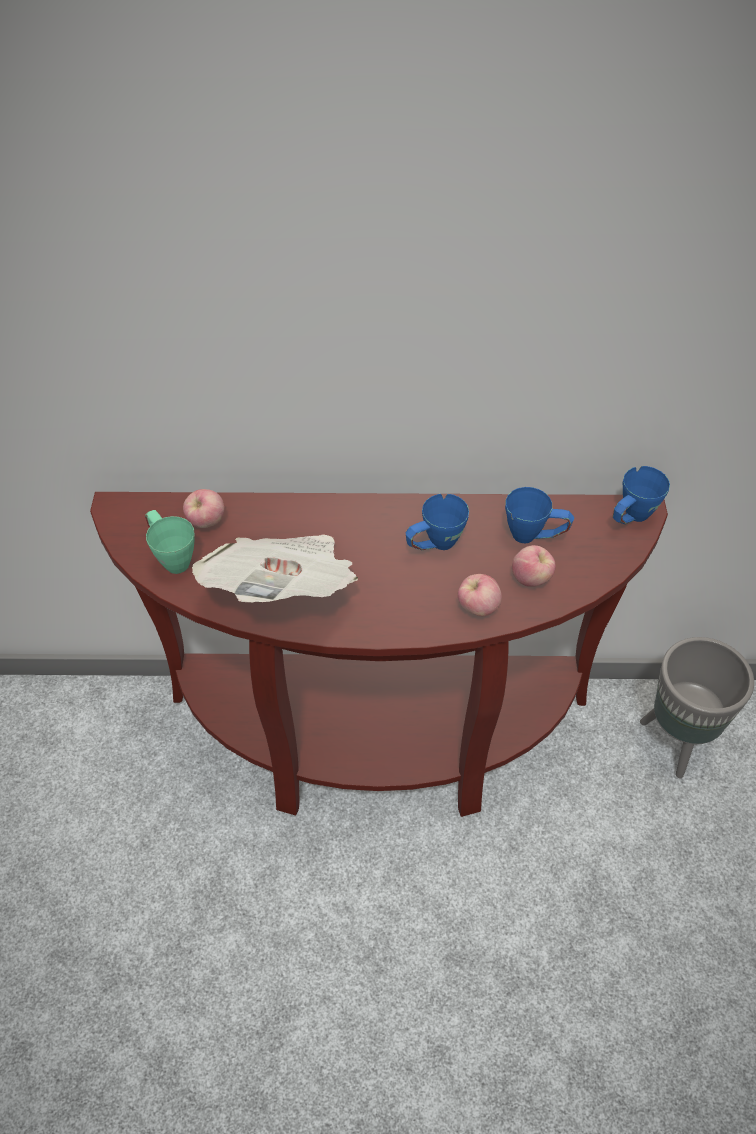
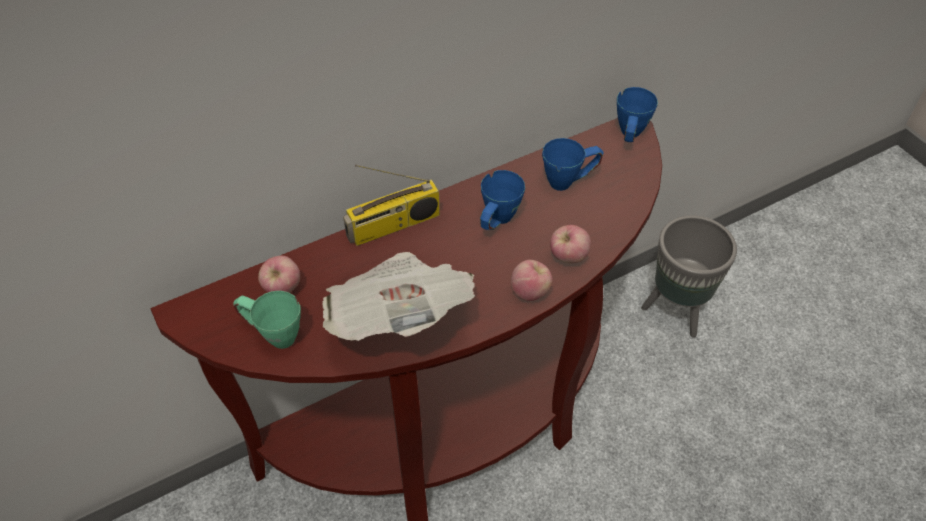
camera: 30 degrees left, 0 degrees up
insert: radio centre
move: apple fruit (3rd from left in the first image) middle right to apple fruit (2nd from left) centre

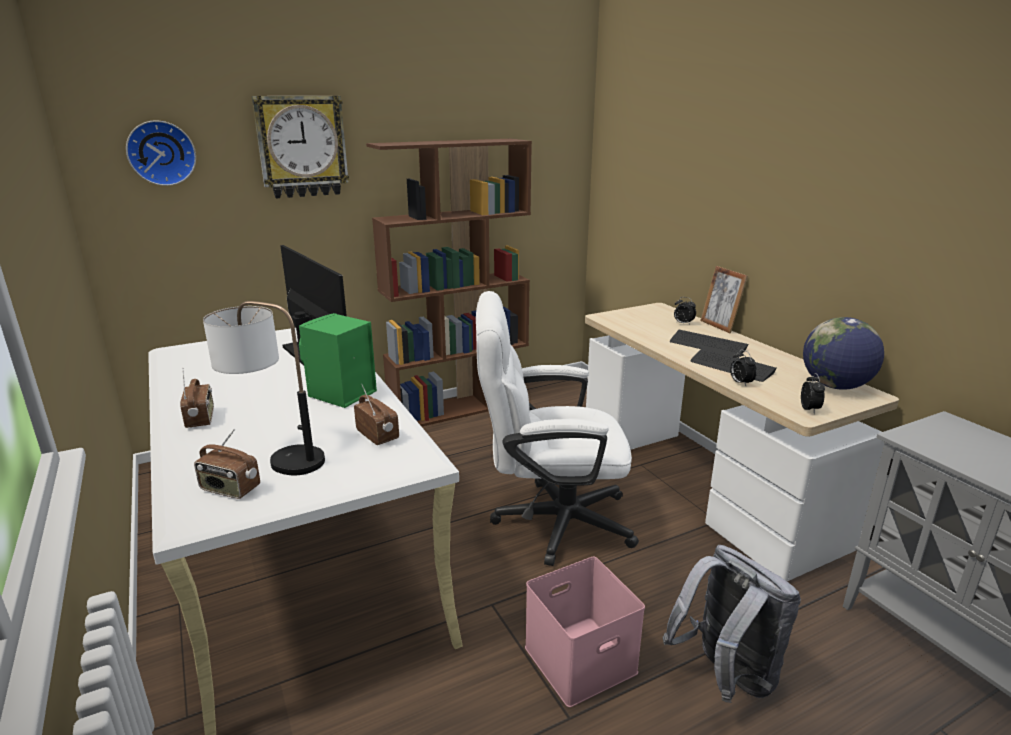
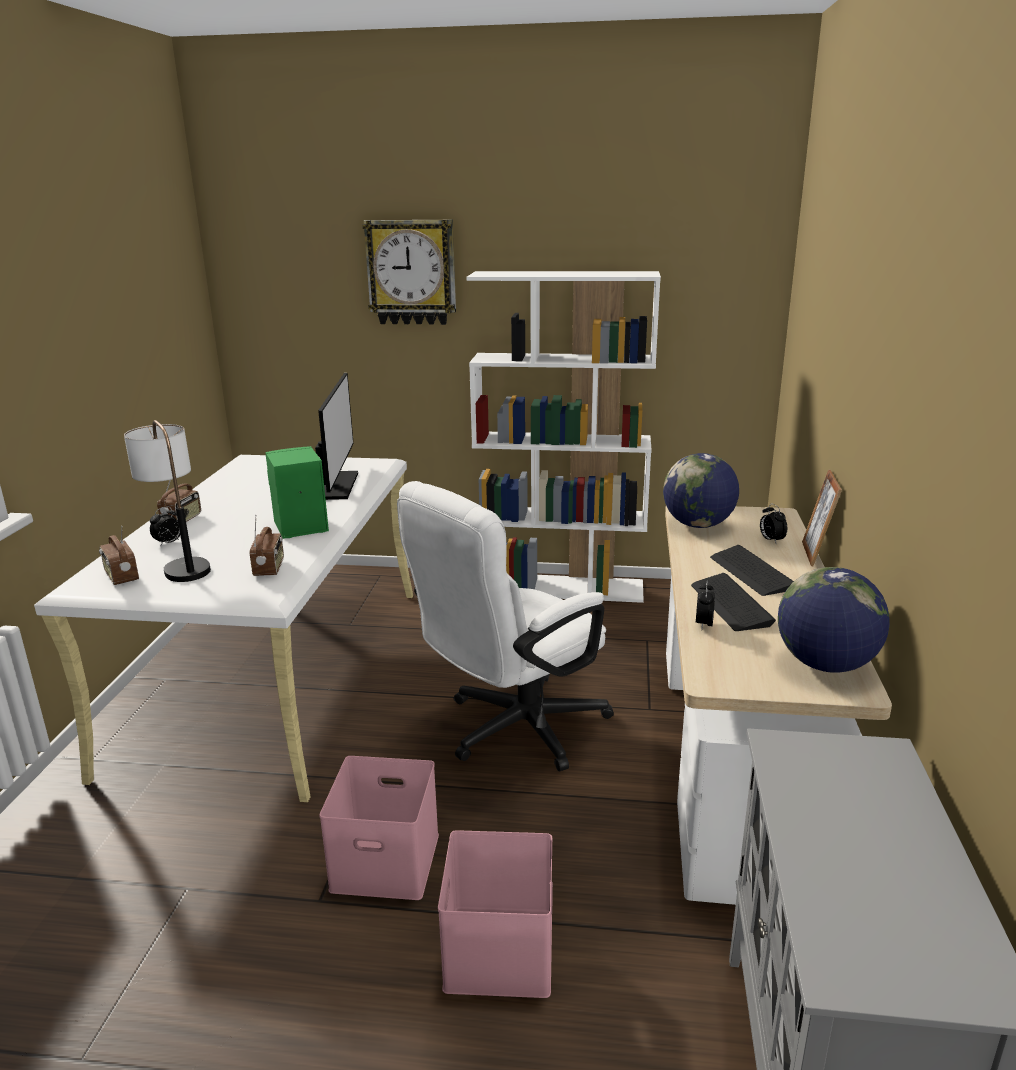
camera: 35 degrees right, 0 degrees up
delete: clock on the wall (1st from left) top left
insert: world globe (1st from left) middle right
move: table clock (3rd from left in the first image) middle right to table clock (1st from left) middle left
replace: gray rucksack bottom right to pink-coloured storage box (2nd from left) bottom centre
recolor: brown-coloured bookshelf centre to whitish bookshelf centre
rotate: whitish office chair centre = centre 75 degrees counterclockwise

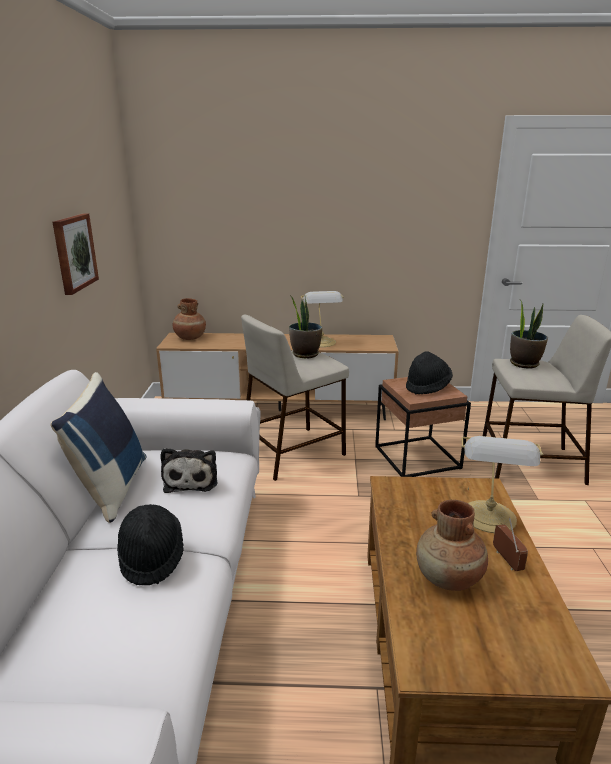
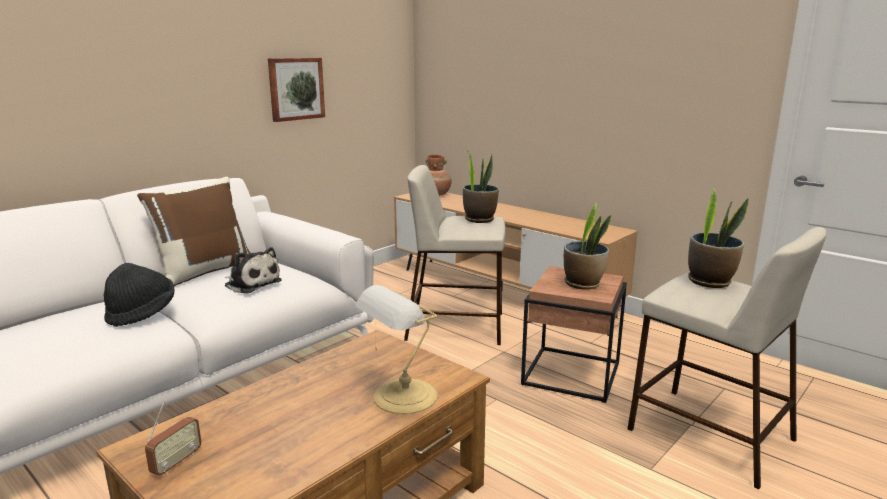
camera: 40 degrees right, 5 degrees down
delete: lamp for a table (1st from left) centre; brown-coloured flower vase (2nd from left) bottom right
move: radio bottom right to bottom left
replace: blackish hat (2nd from left) middle right to plant in a pot (2nd from left) centre
recolor: blue-coloured pillow middle left to brown-coloured pillow middle left
rotate: soft toy middle left = middle left 90 degrees counterclockwise

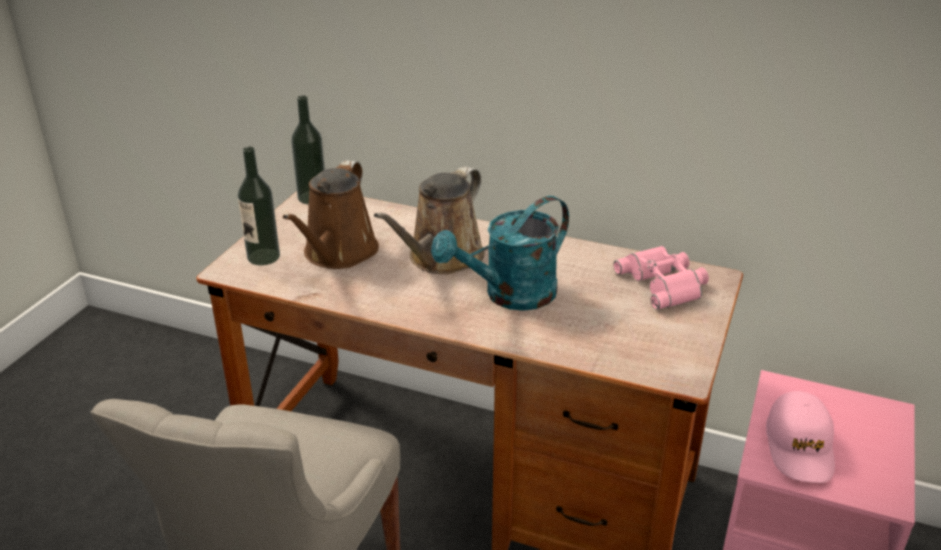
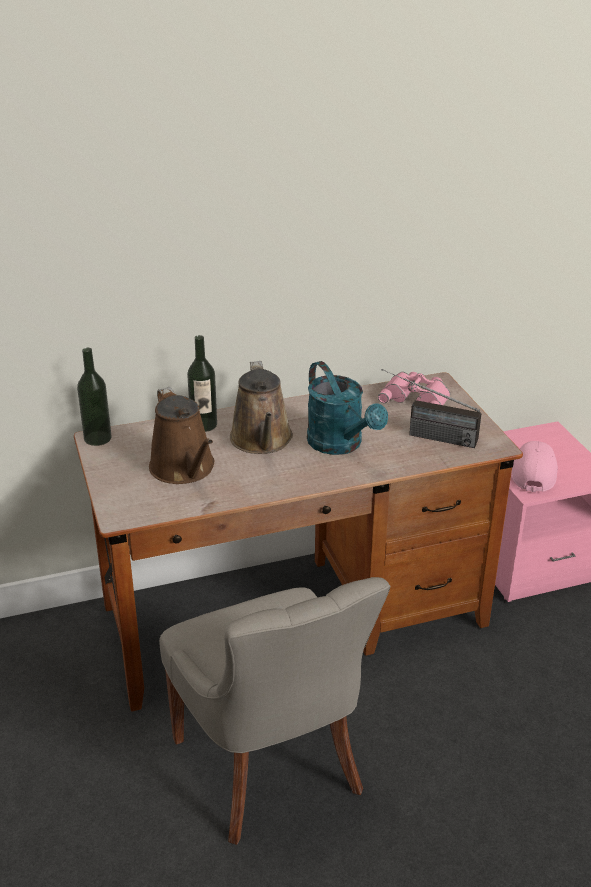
camera: 40 degrees left, 0 degrees up
insert: radio middle right
move: drink bottle (1st from left in the first image) middle left to drink bottle (2nd from left) centre
rotate: turquoise-coloured sprinkling can centre = centre 45 degrees counterclockwise; pink-coloured cap bottom right = middle right 135 degrees counterclockwise

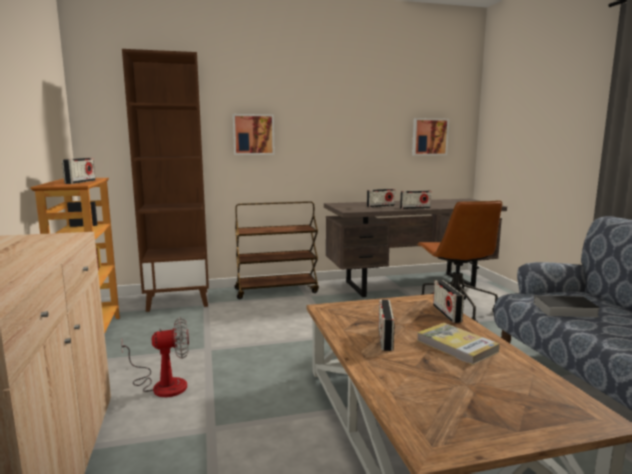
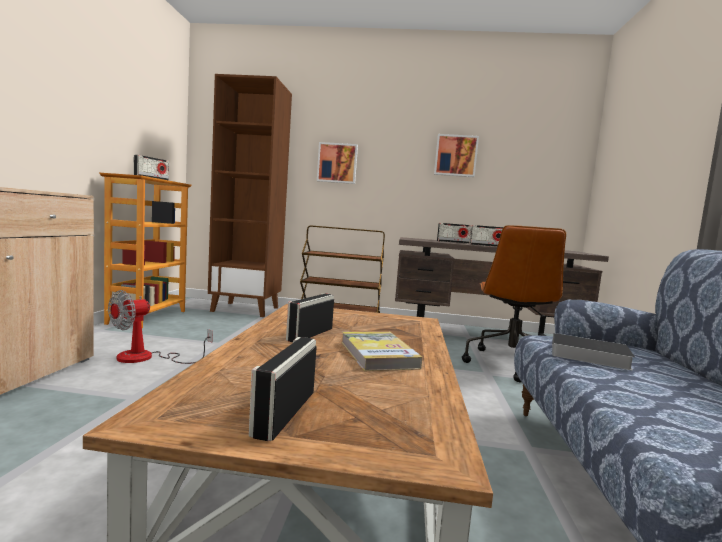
camera: 20 degrees right, 5 degrees down
move: wall picture (2nd from left) top right to top centre; radio (5th from left in the first image) middle right to radio (2nd from left) bottom centre
rotate: cooling fan bottom left = middle left 120 degrees clockwise

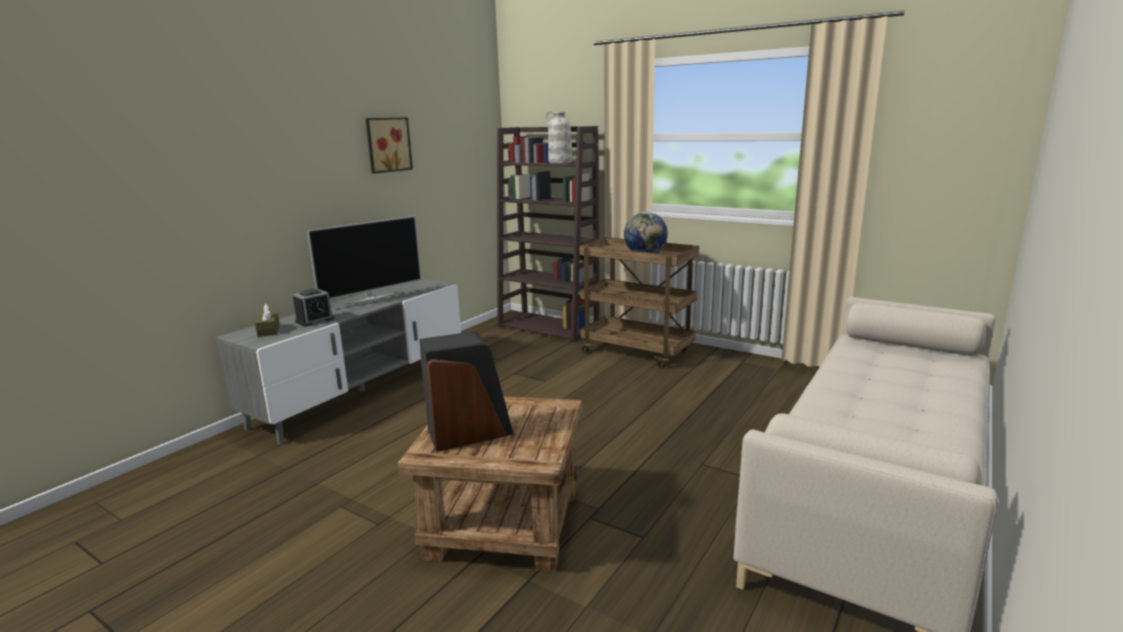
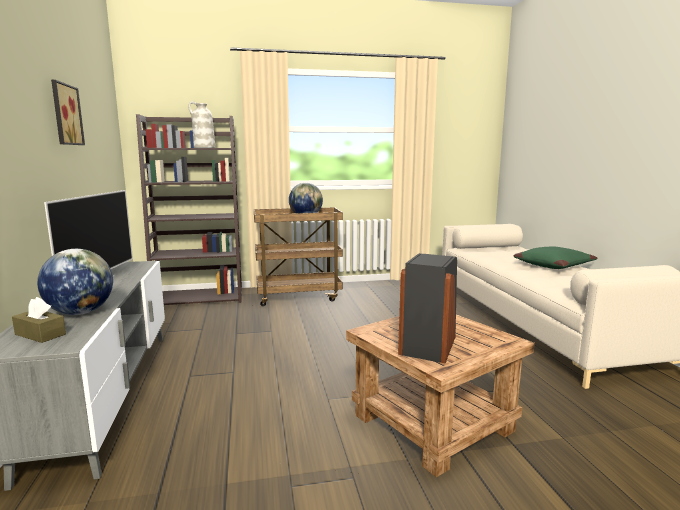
camera: 45 degrees left, 5 degrees down
insert: green pillow middle right
replace: table clock middle left to world globe (1st from left) middle left

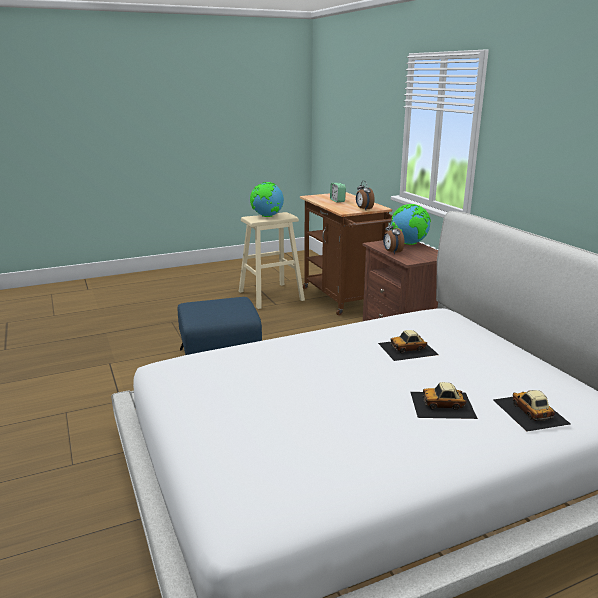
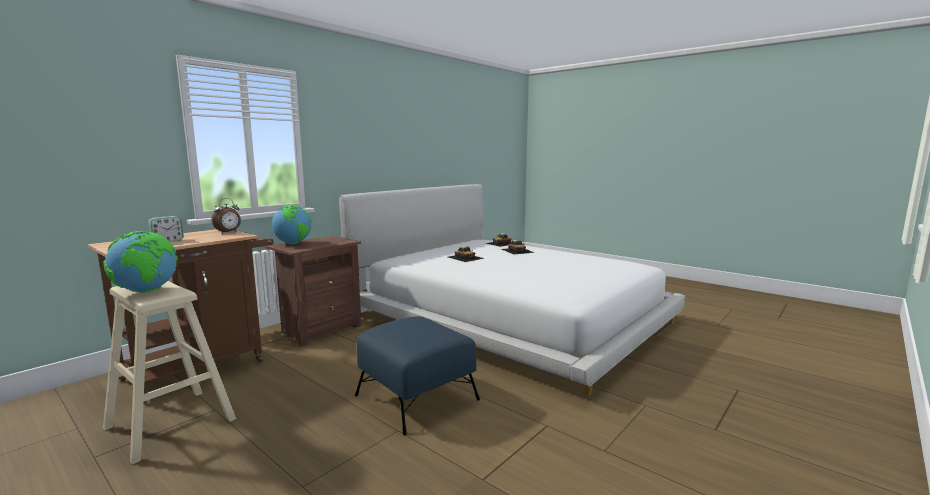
camera: 115 degrees left, 10 degrees down
delete: table clock (3rd from left) centre

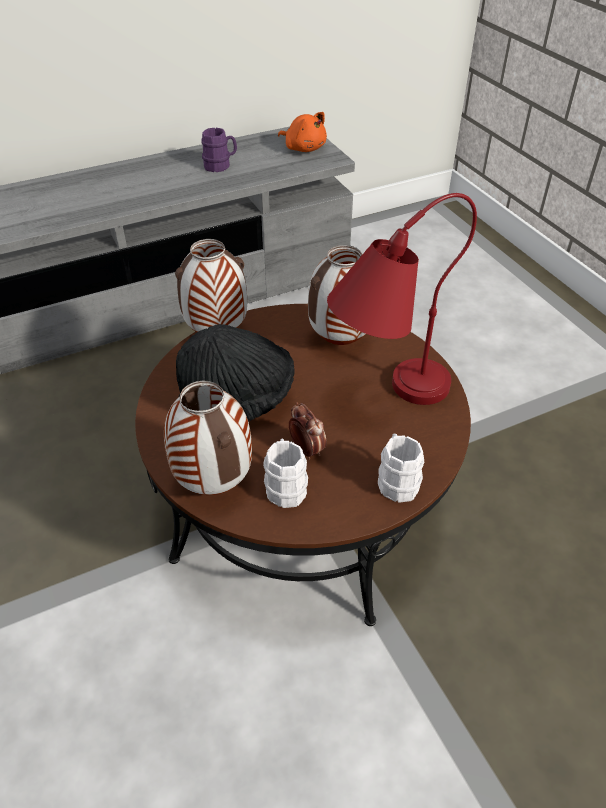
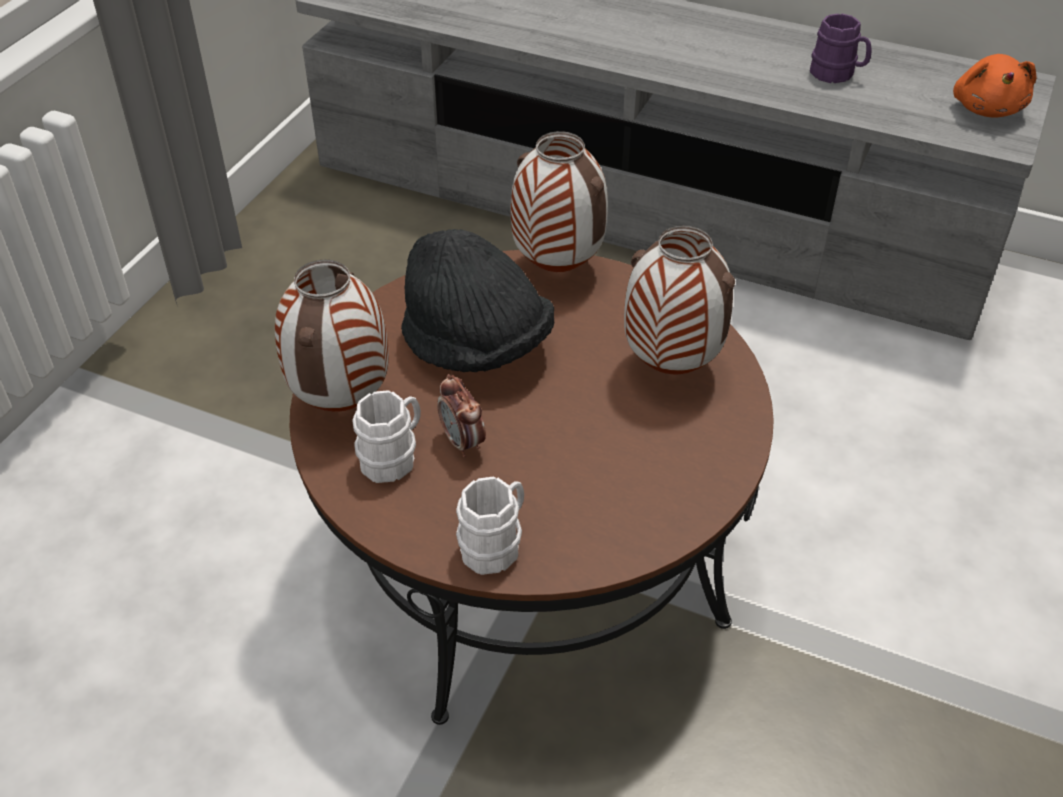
camera: 50 degrees right, 0 degrees up
delete: red lamp for a table centre
rotate: table clock centre = centre 135 degrees clockwise

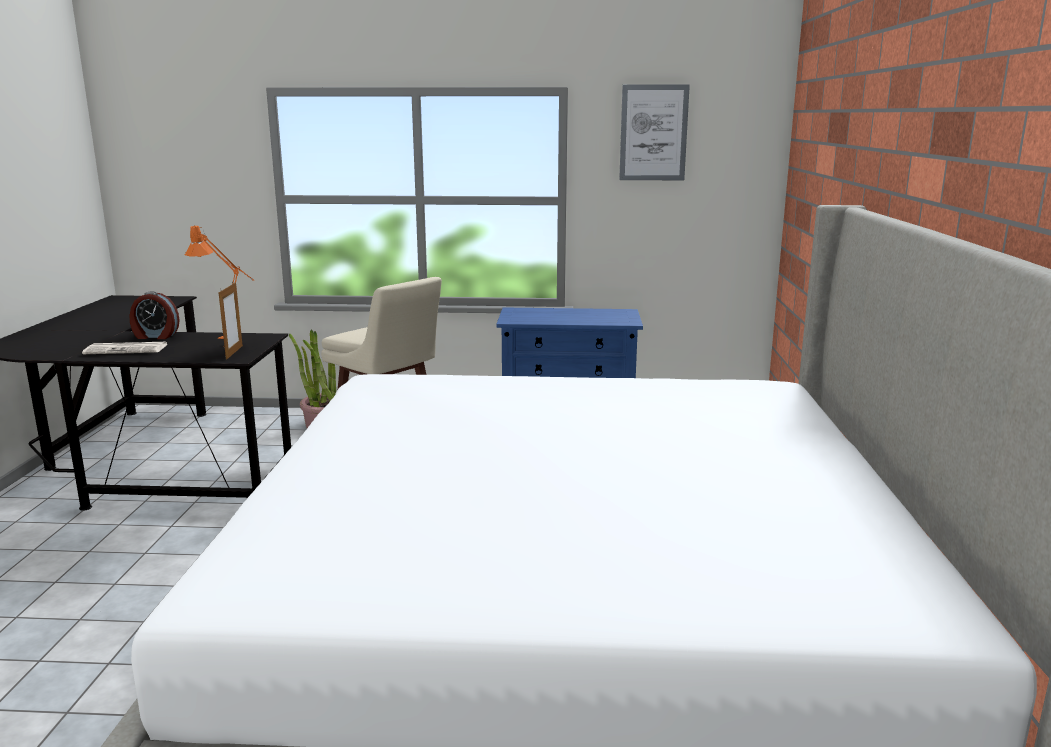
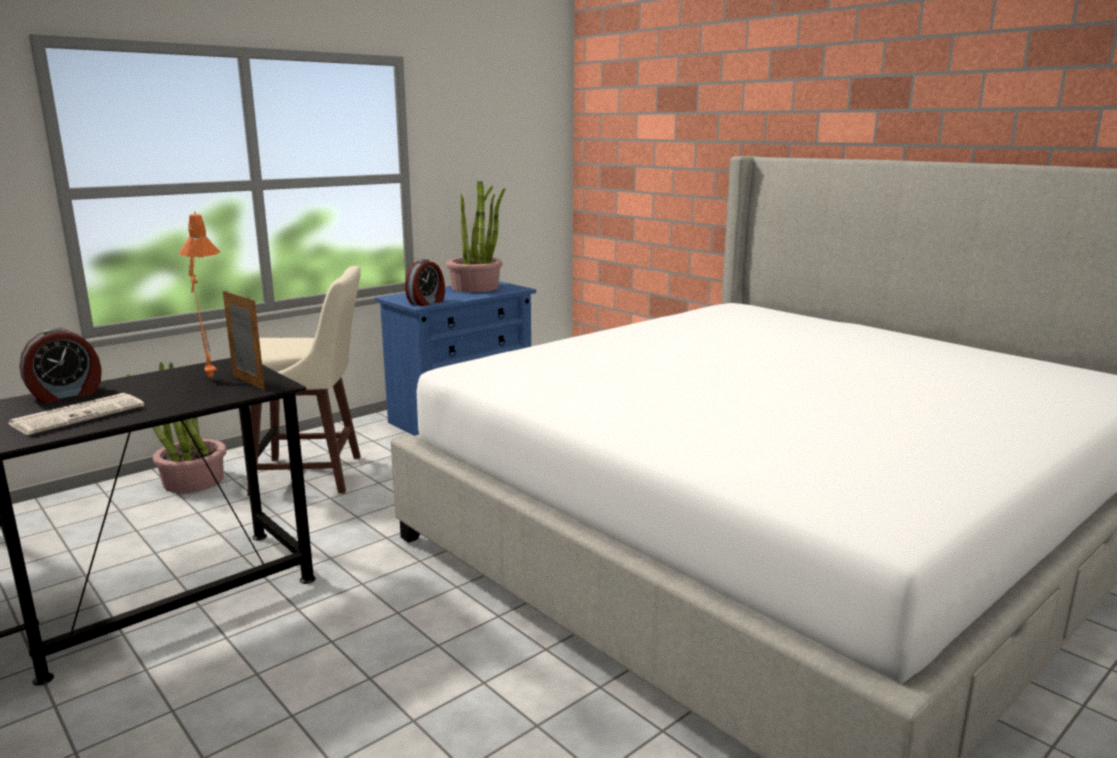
camera: 45 degrees left, 0 degrees up
delete: wall picture top centre
insert: table clock (2nd from left) centre; plant in a pot (2nd from left) top centre

